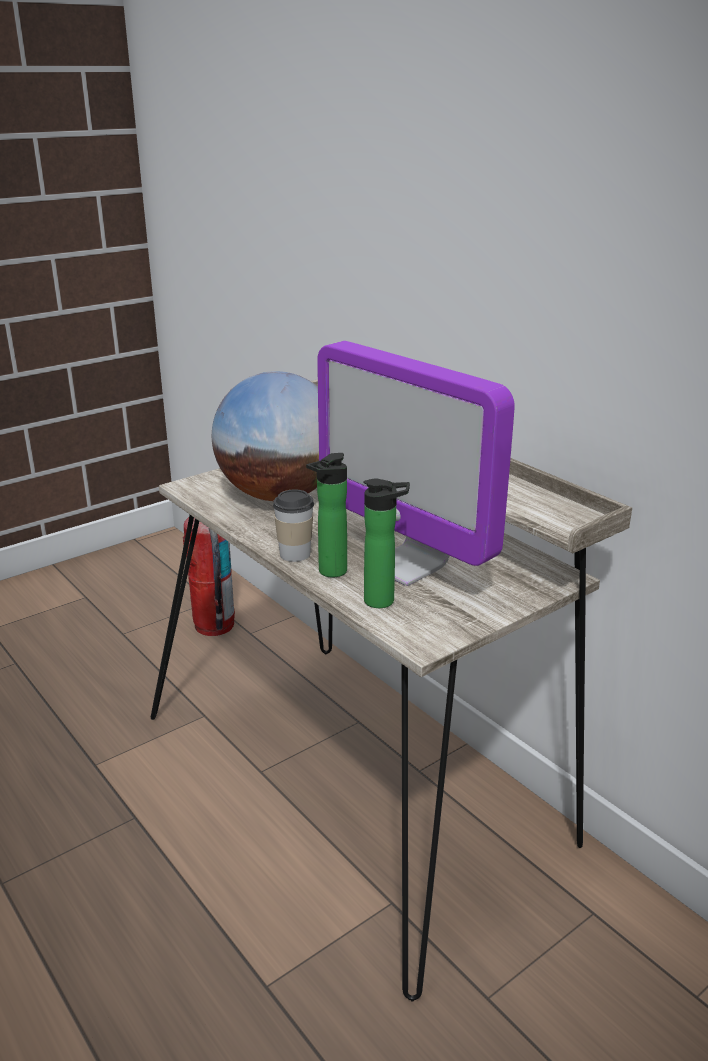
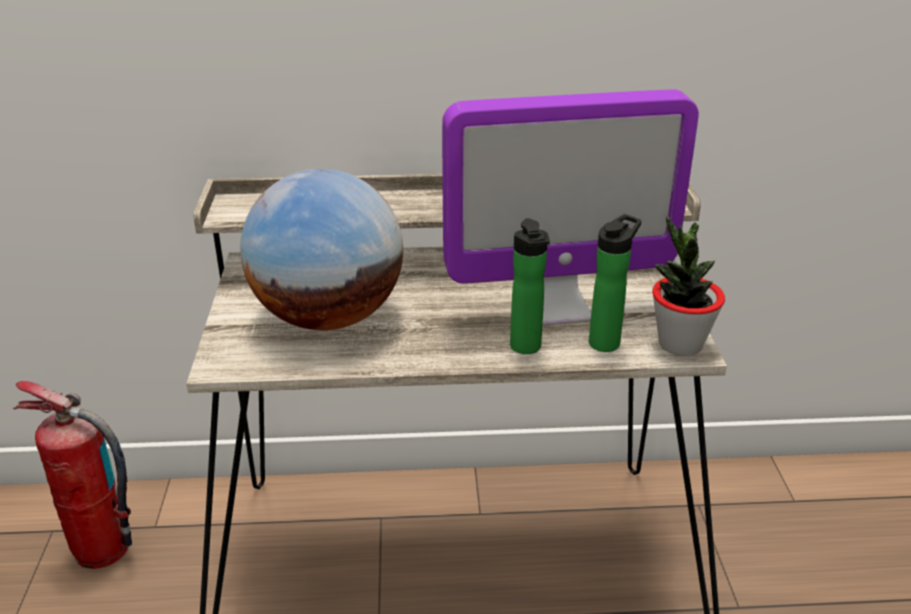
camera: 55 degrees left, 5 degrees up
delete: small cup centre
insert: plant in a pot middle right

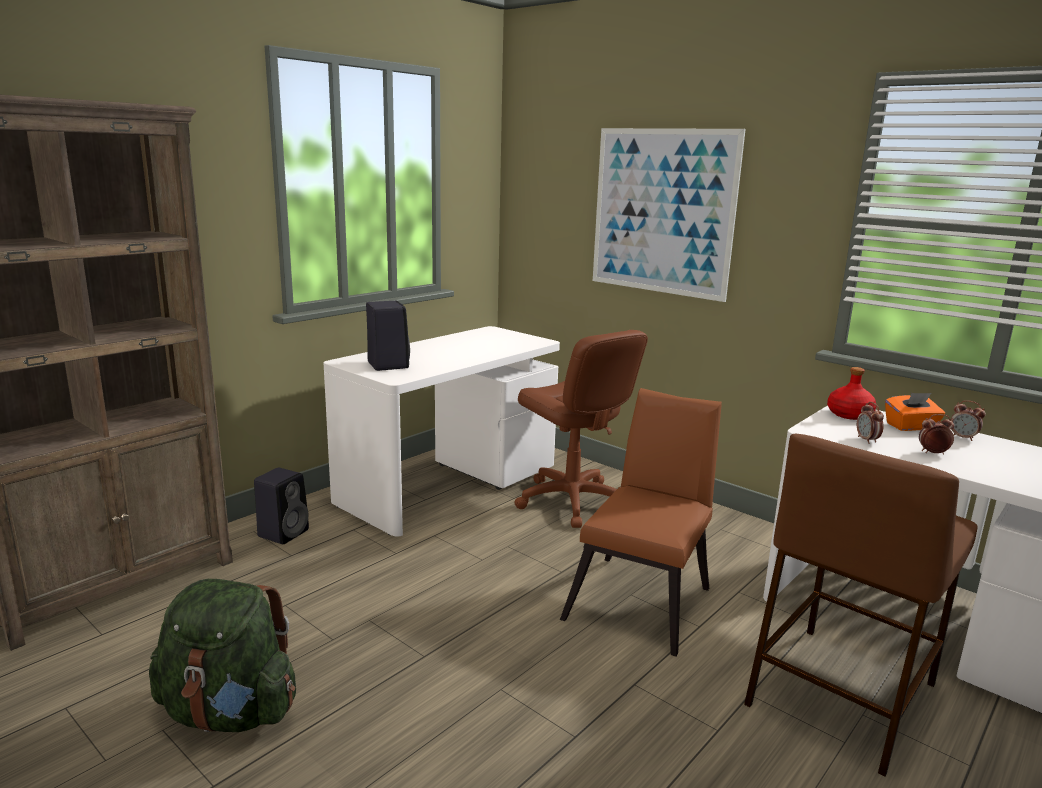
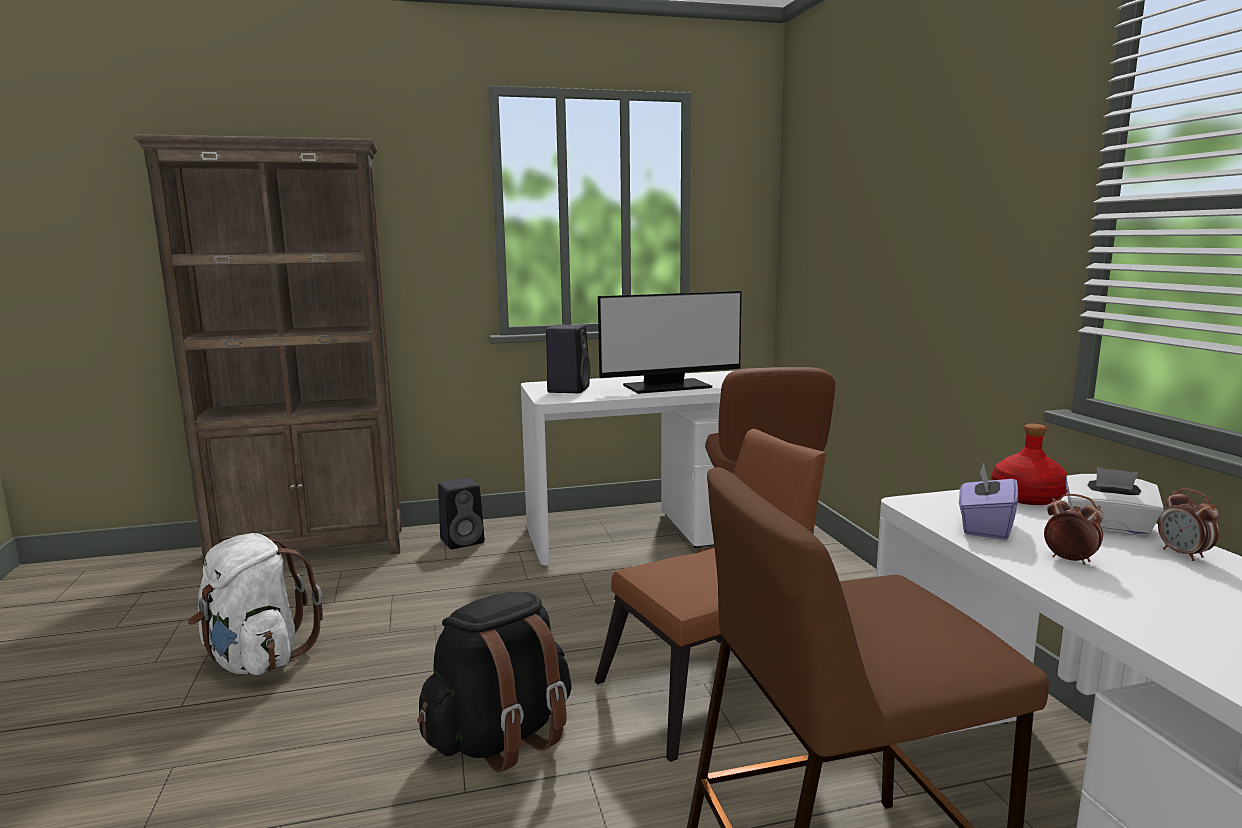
camera: 35 degrees right, 5 degrees down
delete: wall picture top centre
insert: blackish rucksack bottom centre; computer screen centre
replace: table clock (1st from left) middle right to purplish tissue box middle right
recolor: green rucksack bottom left to whitish rucksack bottom left; orangey tissue box middle right to whitish tissue box middle right

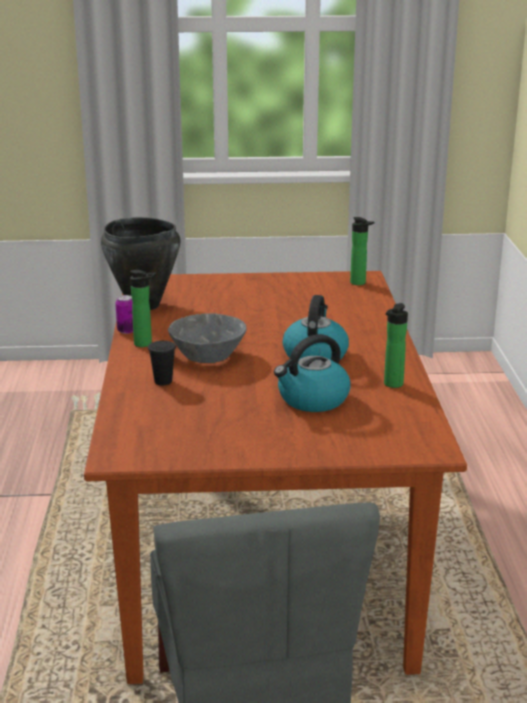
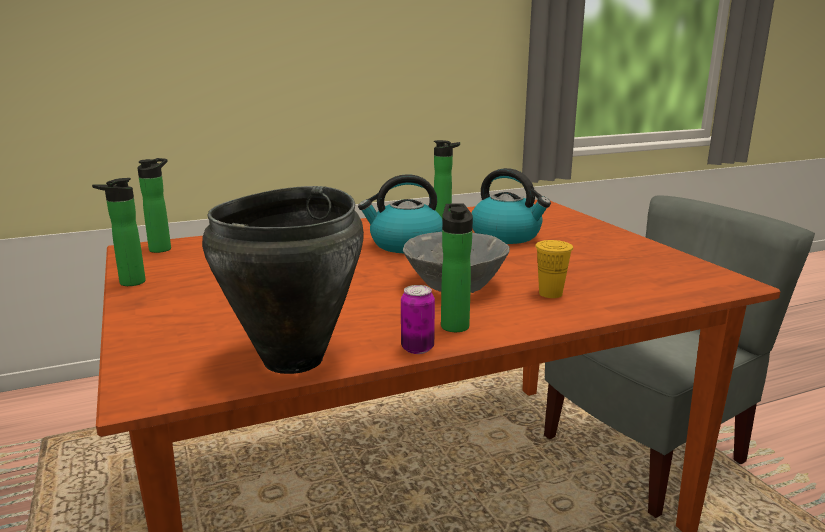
camera: 110 degrees left, 5 degrees down
insert: drink bottle (1st from left) middle left
recolor: blackish small cup middle left to yellow-coloured small cup middle right

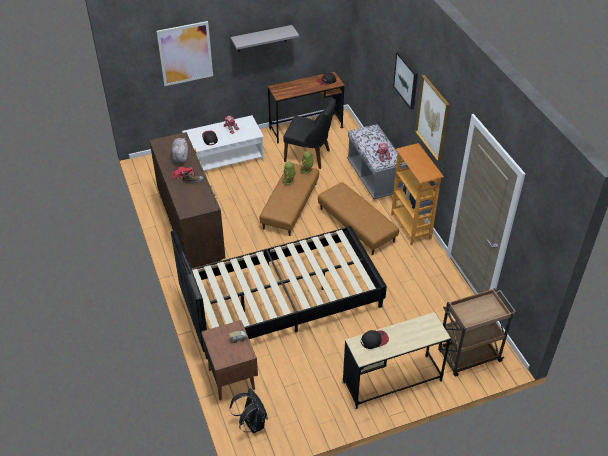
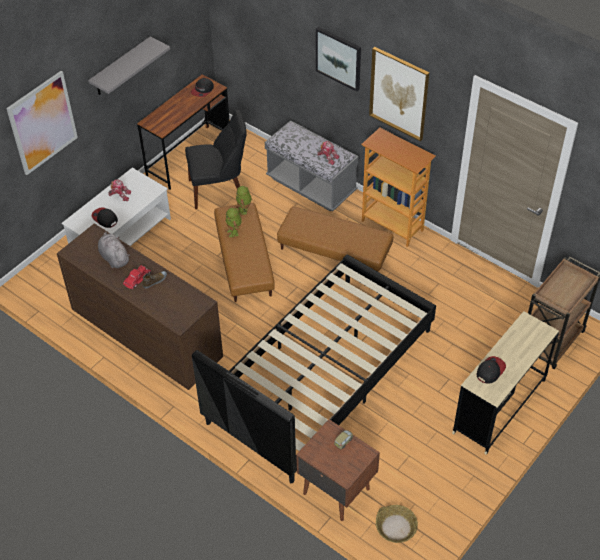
camera: 30 degrees left, 5 degrees up
replace: blackish rucksack bottom centre to storage basket bottom centre

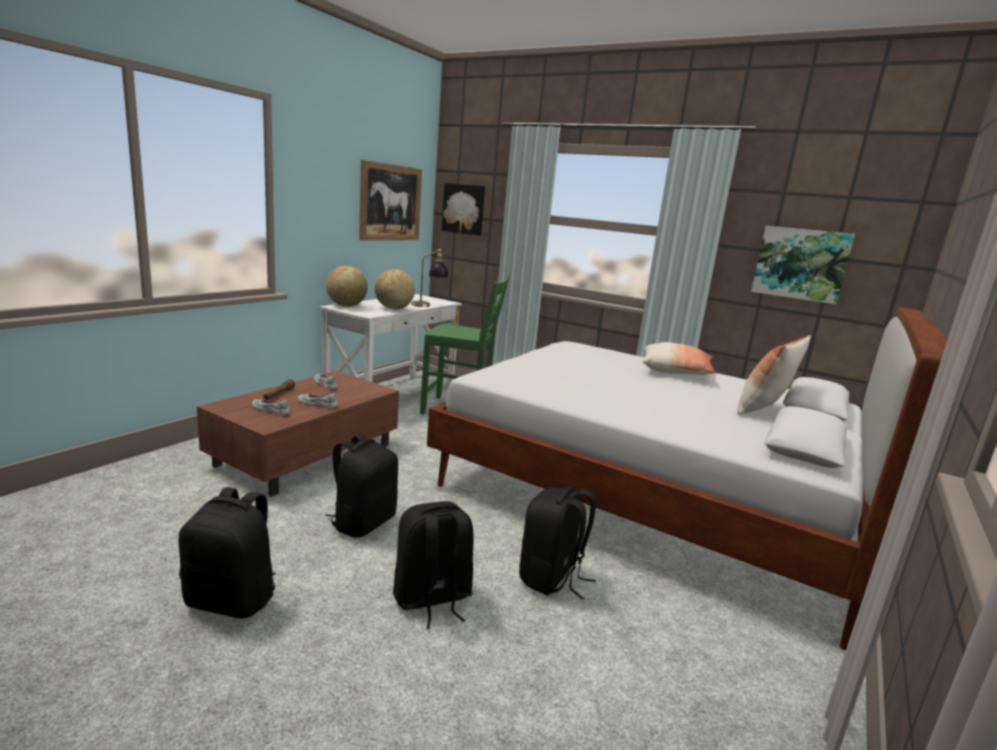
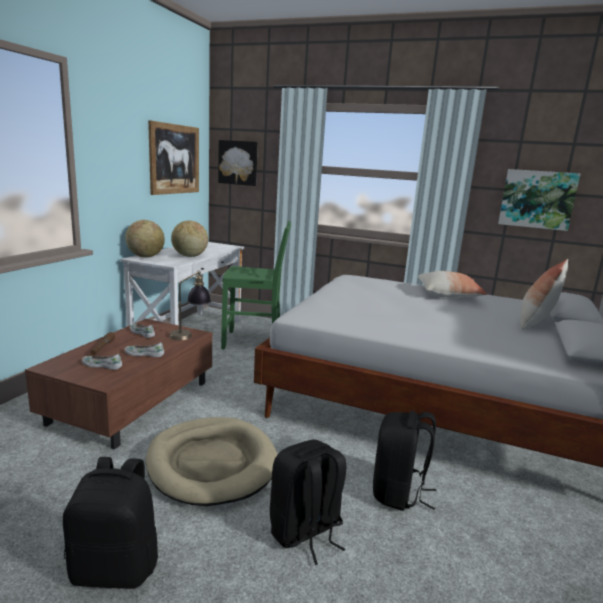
camera: 10 degrees left, 0 degrees up
move: lamp for a table centre to middle left
replace: blackish rucksack (2nd from left) centre to beige-coloured dog bed bottom centre

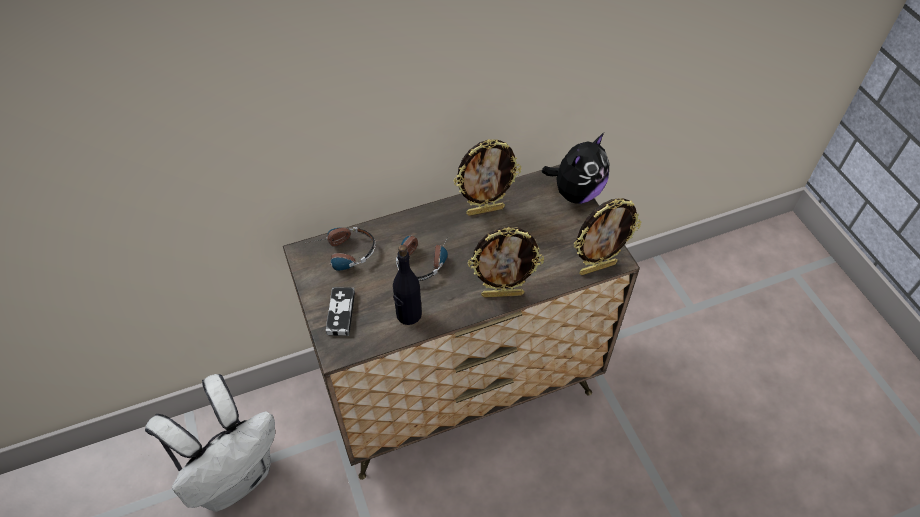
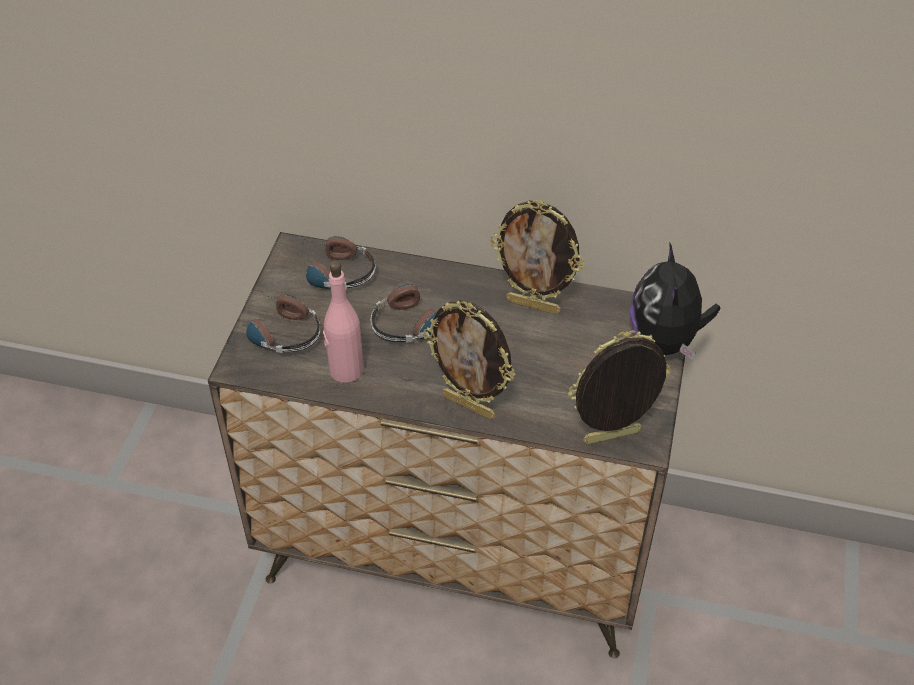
camera: 35 degrees right, 5 degrees down
delete: whitish rucksack bottom left
replace: gamepad centre to headphones (1st from left) middle left
recolor: blackish drink bottle centre to pink-coloured drink bottle centre
rotate: soft toy top centre = middle right 105 degrees clockwise; photo frame (3rd from left) centre = middle right 150 degrees clockwise

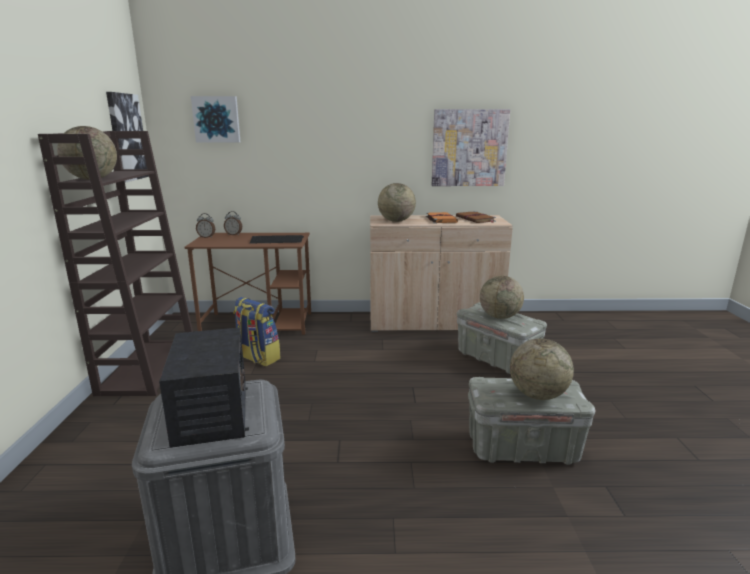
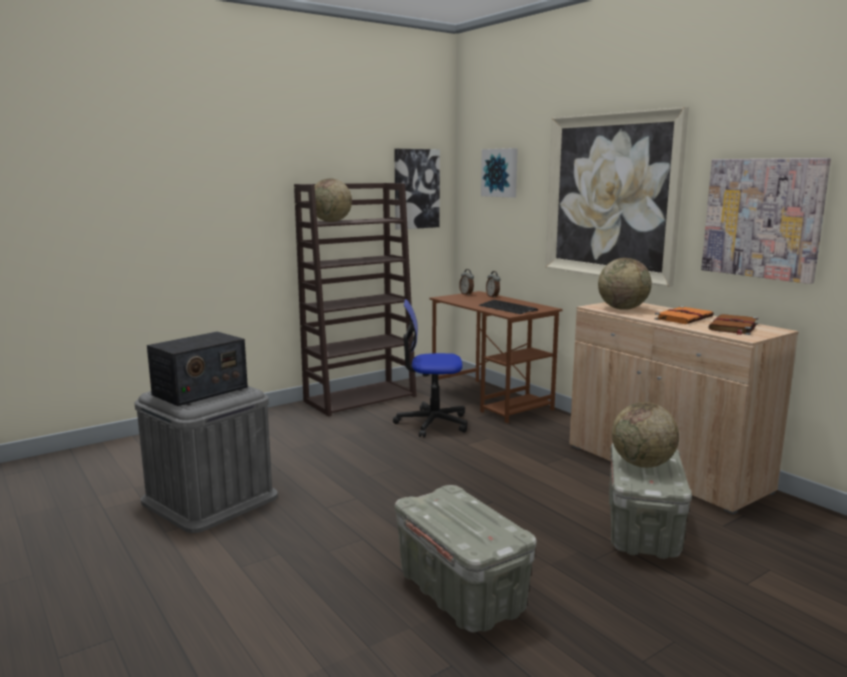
camera: 55 degrees right, 5 degrees down
delete: world globe (4th from left) middle right
insert: wall picture (3rd from left) top right
replace: rucksack centre to office chair centre

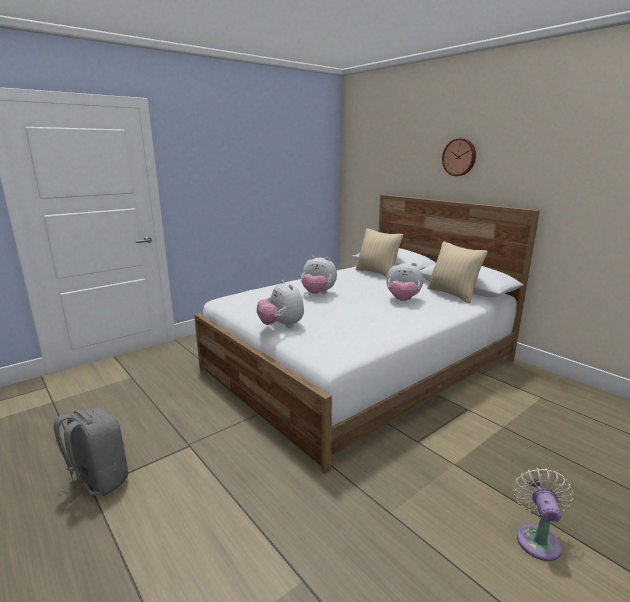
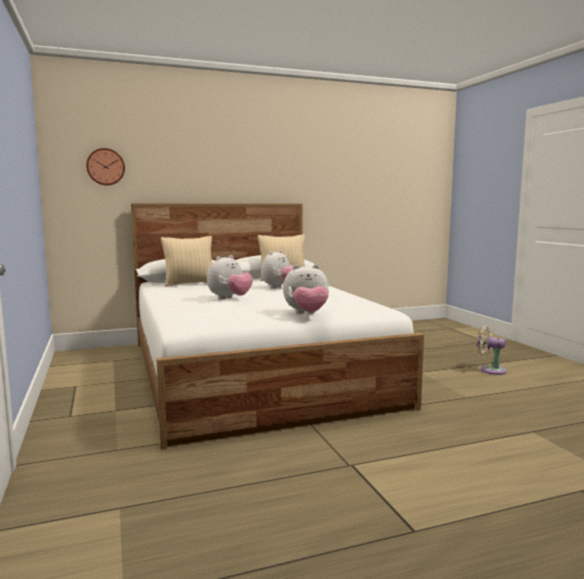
camera: 70 degrees left, 10 degrees down
delete: gray rucksack bottom left
move: clock on the wall top right to top left

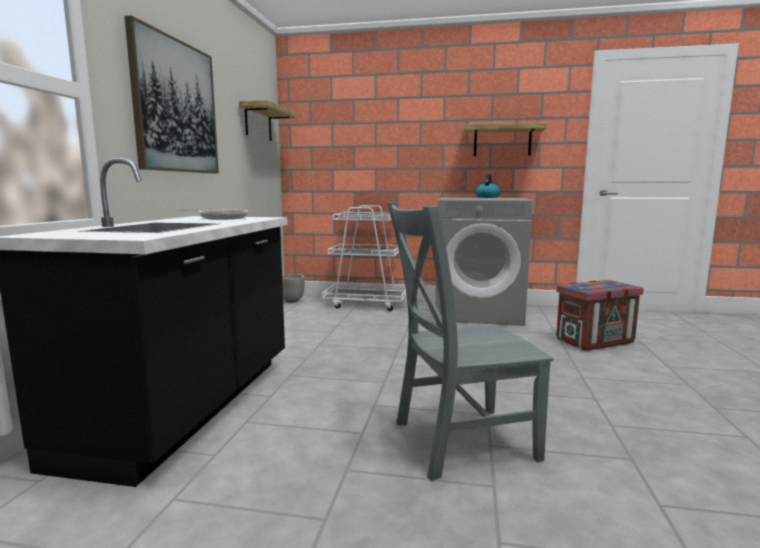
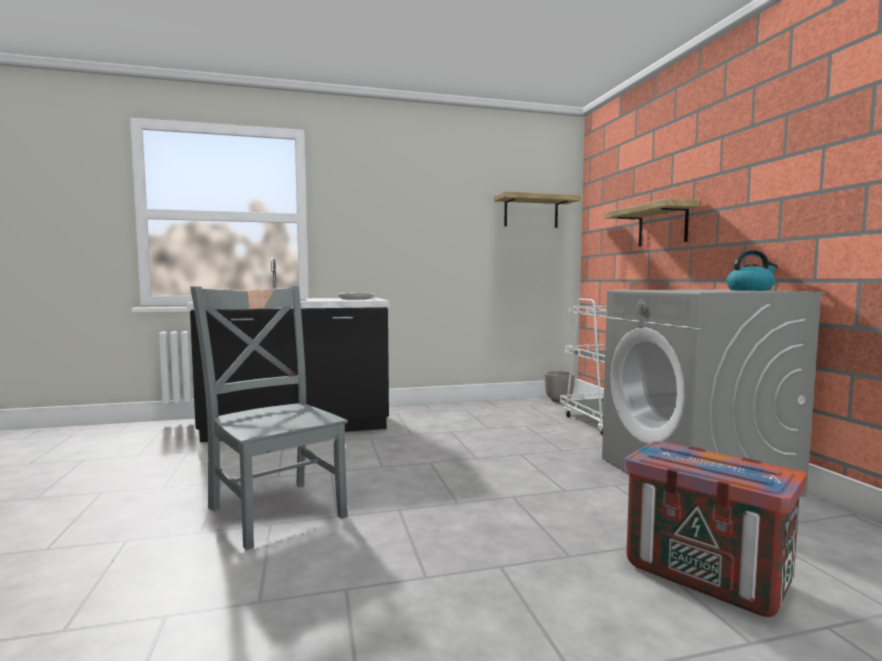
camera: 65 degrees right, 5 degrees down
delete: wall picture top left
move: wall shelf (2nd from left) top centre to middle right

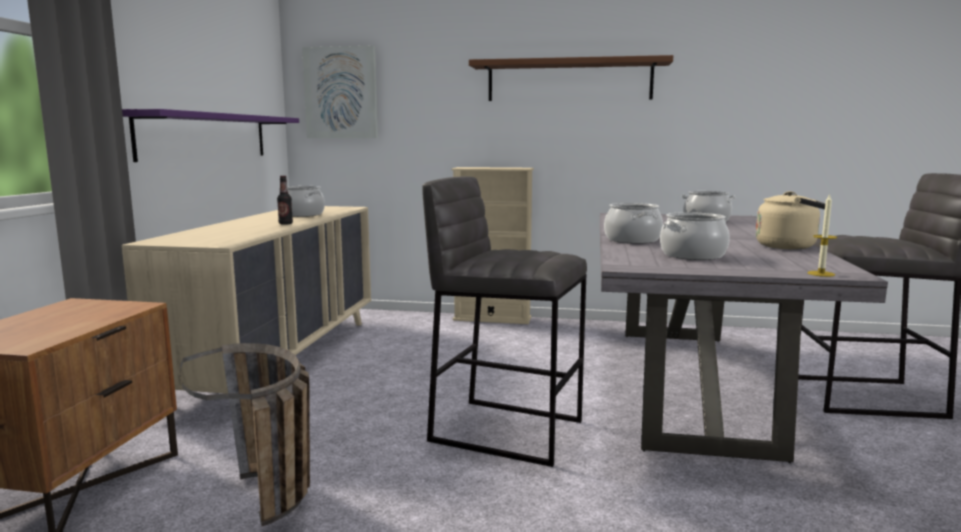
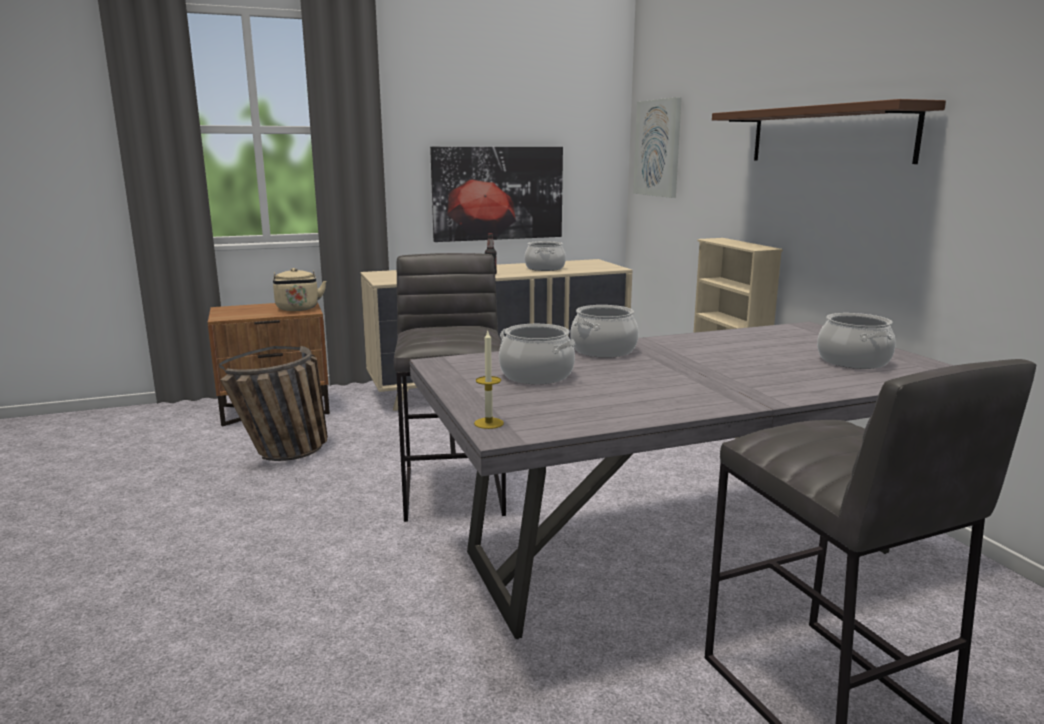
camera: 60 degrees right, 5 degrees up
move: beige-coloured water kettle middle right to middle left
replace: purplish wall shelf top left to wall picture (1st from left) top centre

